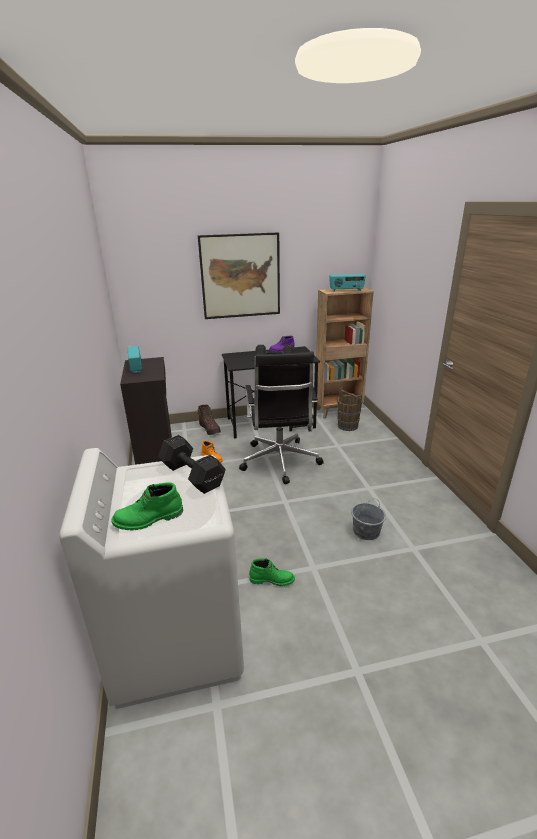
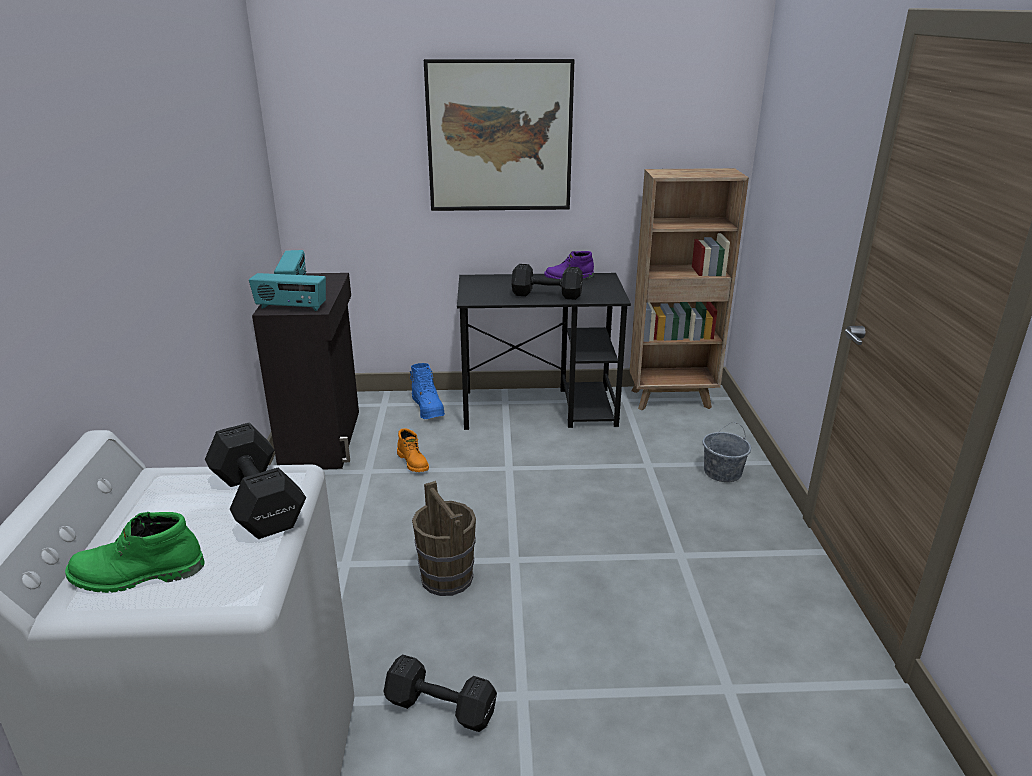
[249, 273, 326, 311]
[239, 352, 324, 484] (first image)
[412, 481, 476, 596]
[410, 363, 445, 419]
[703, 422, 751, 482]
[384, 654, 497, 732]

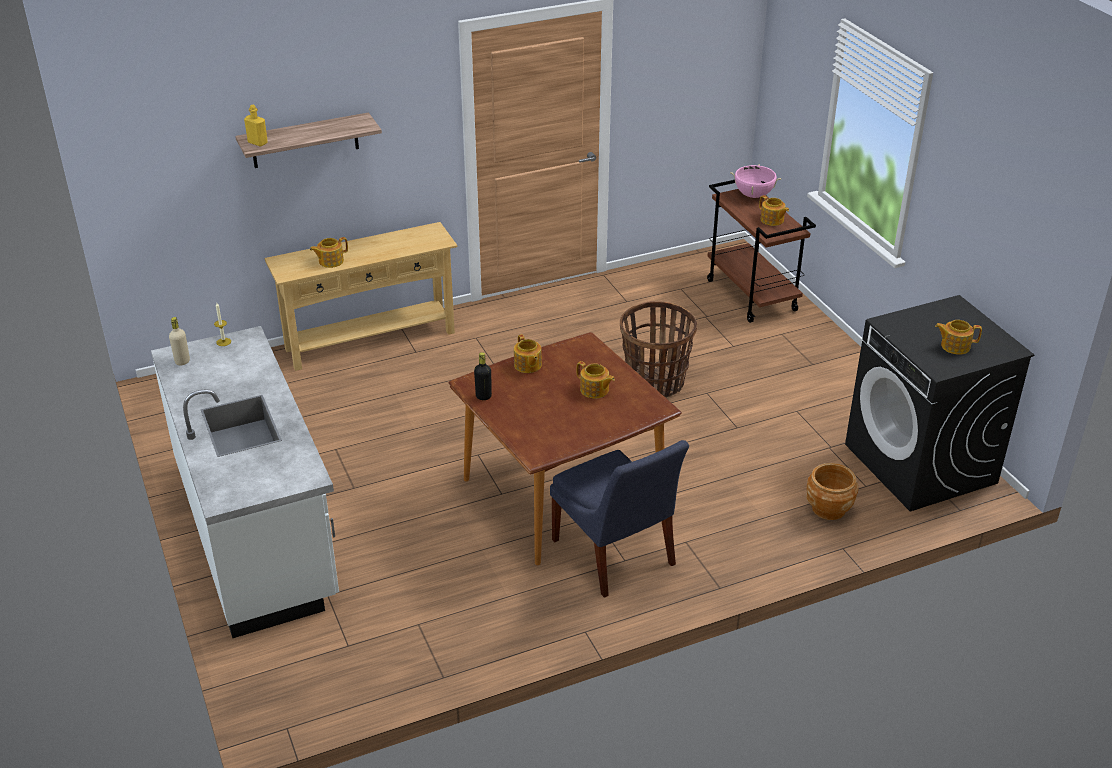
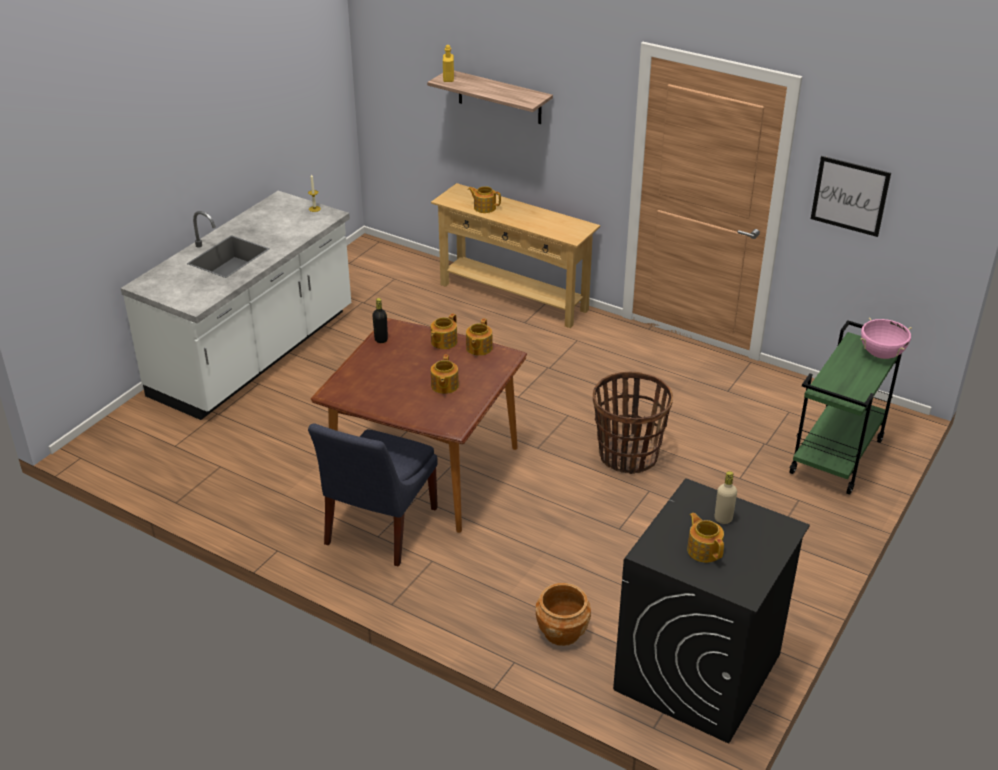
[789, 320, 902, 495]
[466, 318, 493, 356]
[714, 471, 737, 524]
[811, 156, 891, 237]

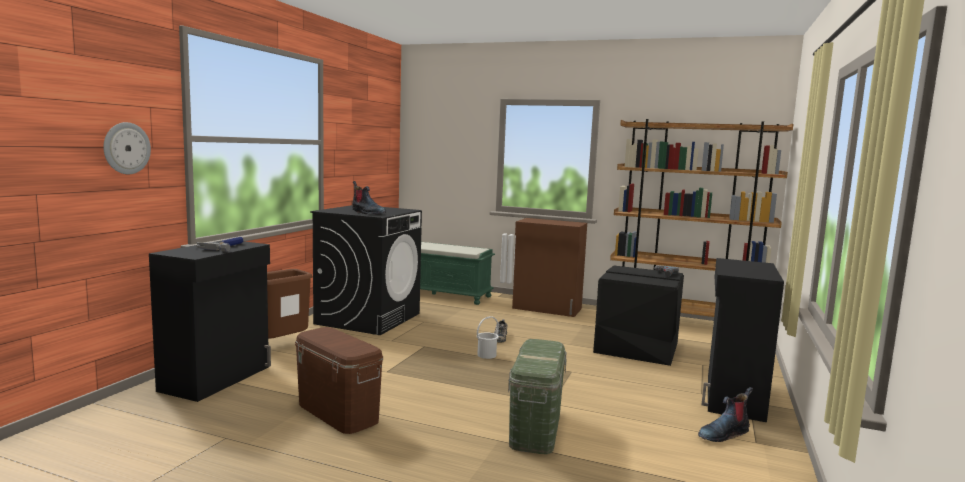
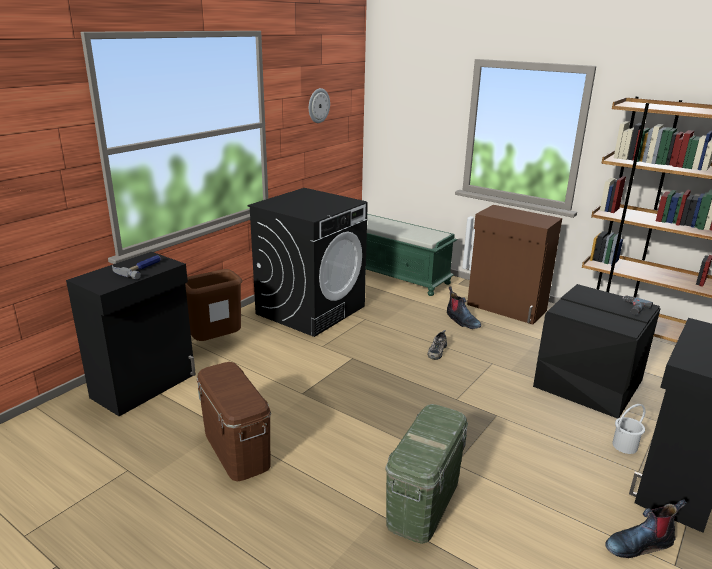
[309, 88, 330, 123]
[447, 286, 481, 329]
[612, 404, 645, 454]

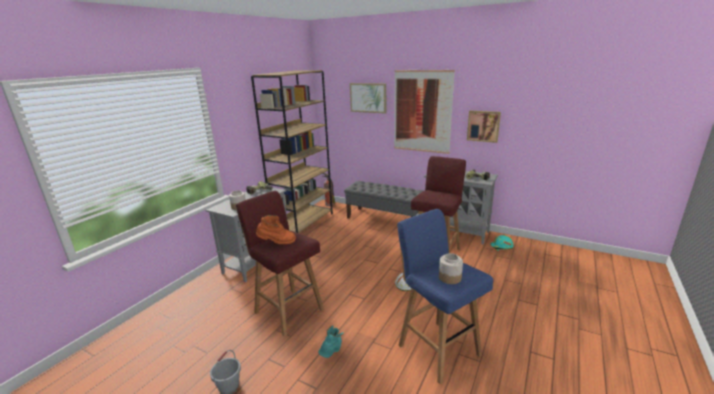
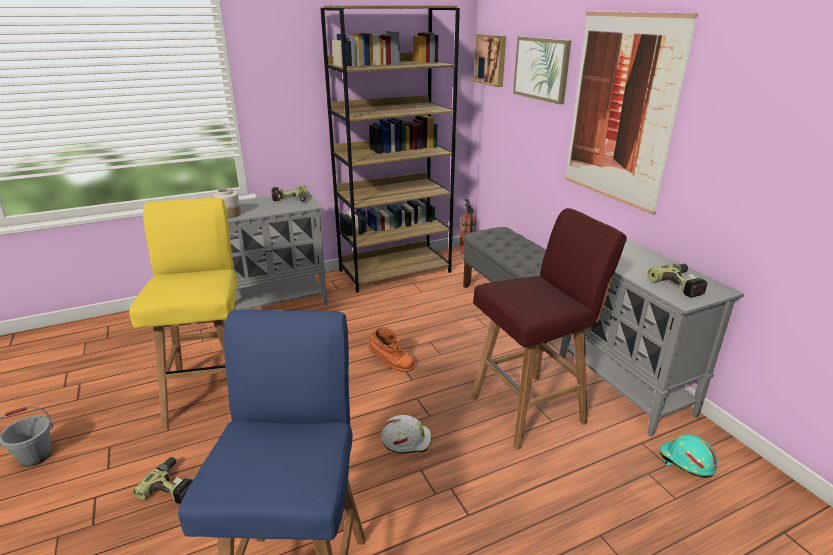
[474, 34, 506, 87]
[129, 198, 237, 426]
[368, 327, 416, 372]
[439, 253, 463, 284] (first image)
[133, 457, 193, 504]

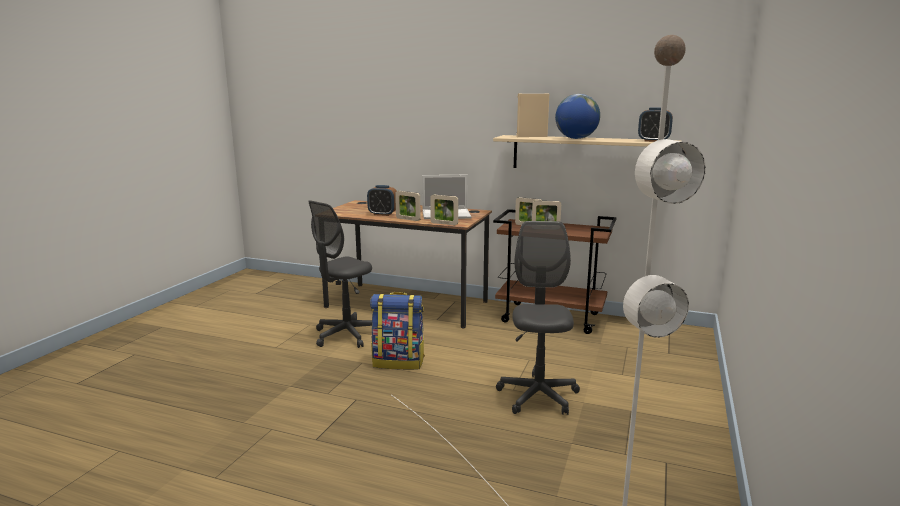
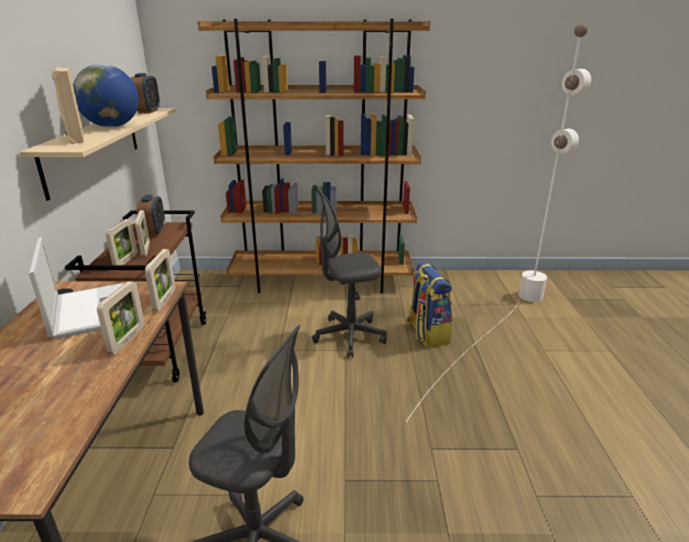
[136, 195, 165, 236]
[406, 262, 452, 347]
[198, 19, 430, 293]

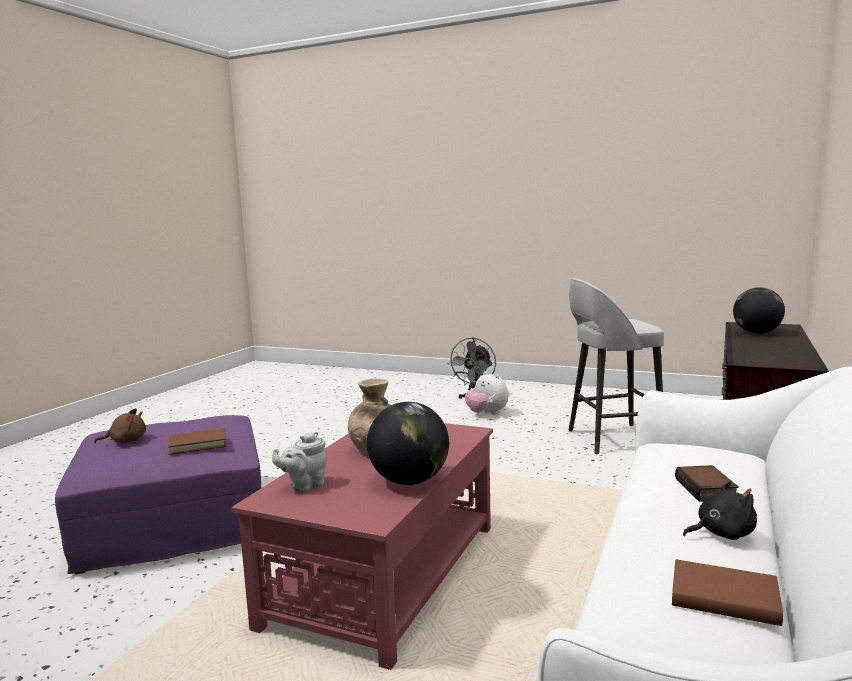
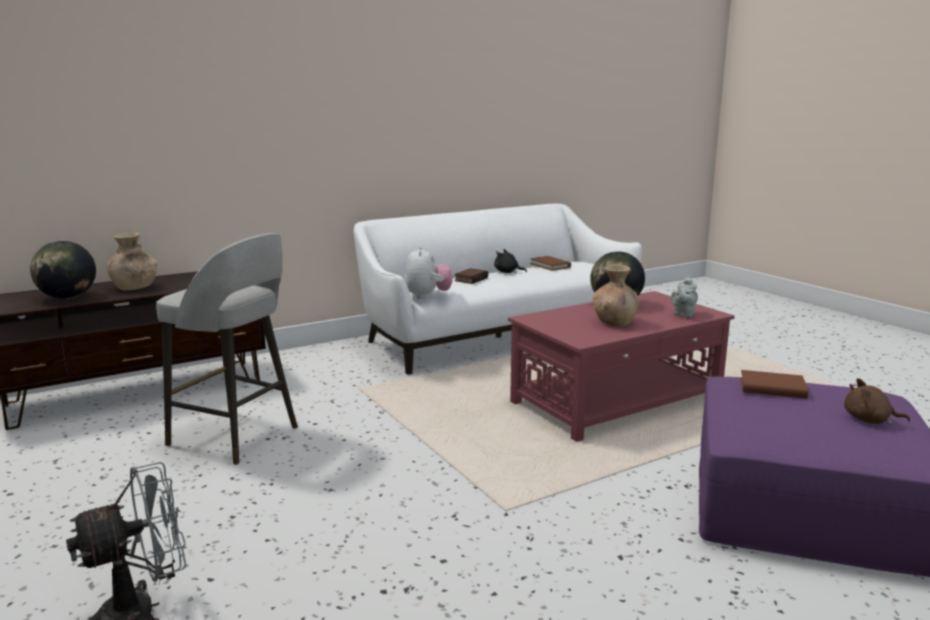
[404, 246, 453, 299]
[671, 277, 698, 318]
[107, 232, 158, 290]

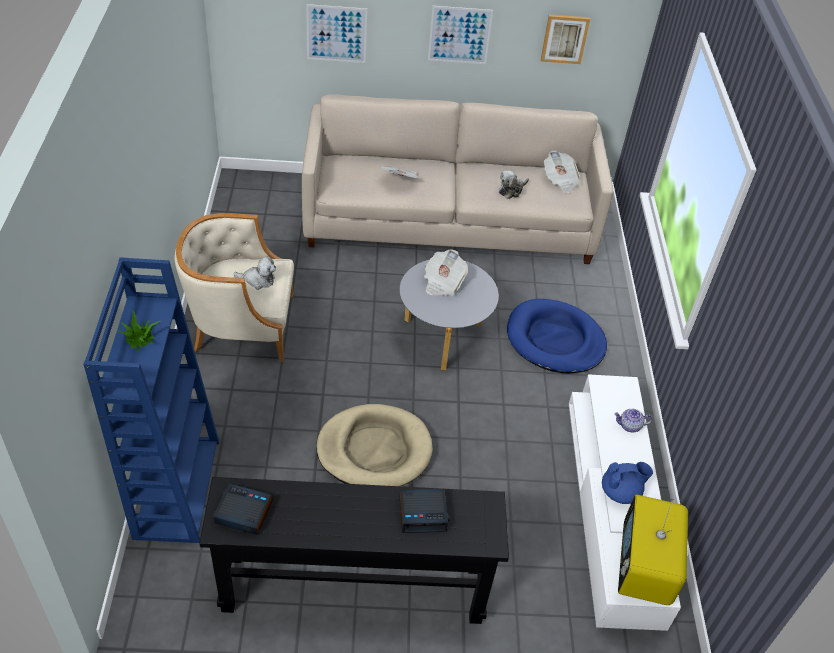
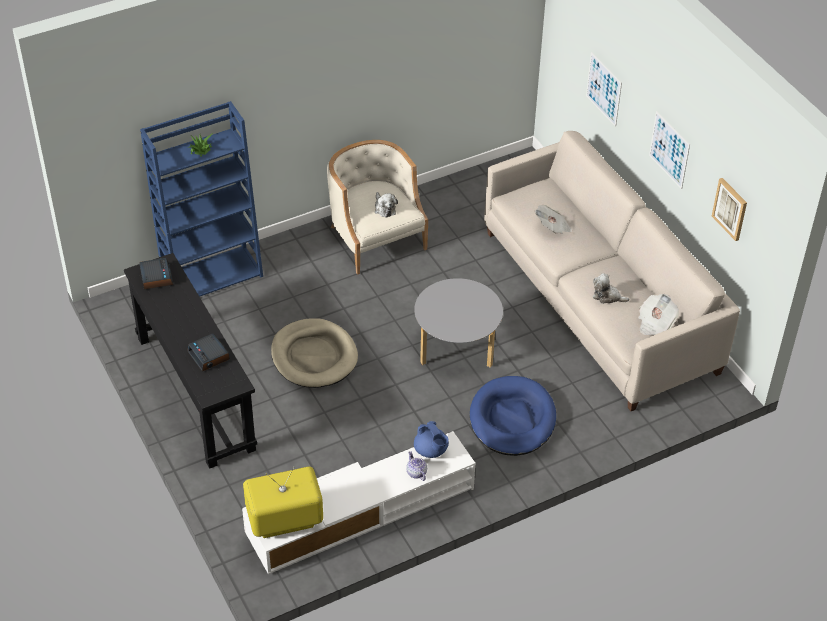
[424, 250, 468, 296] (first image)
[414, 421, 449, 458]

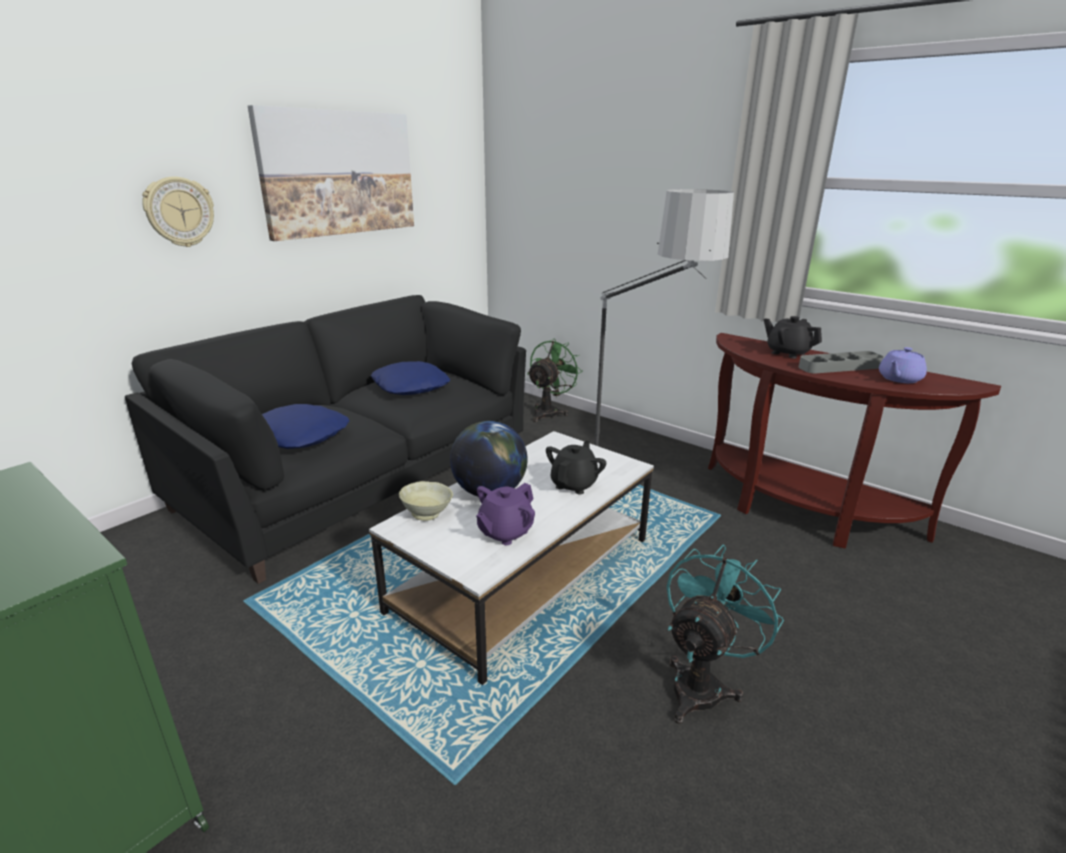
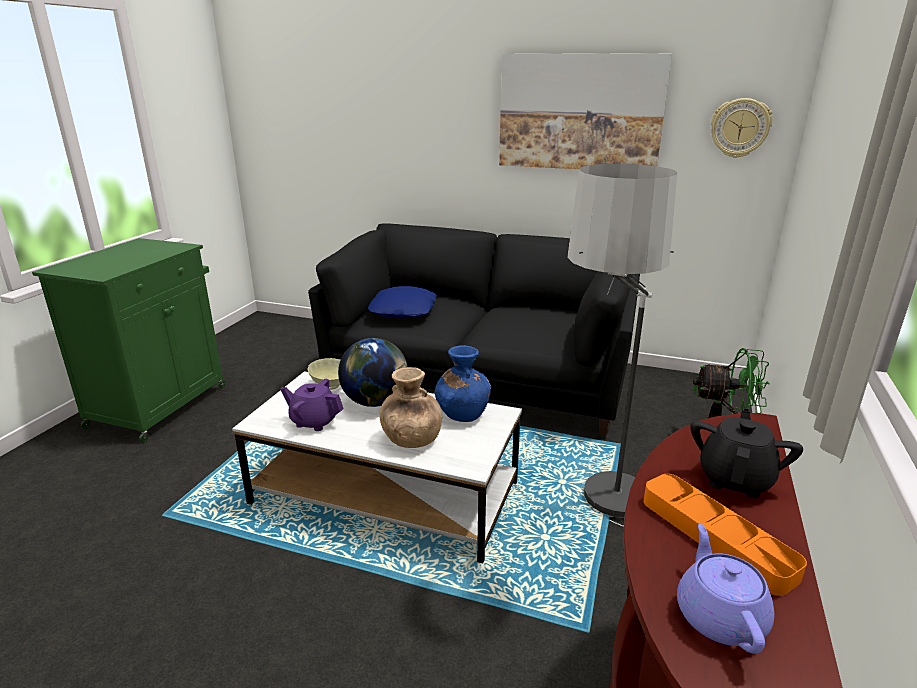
[711, 98, 773, 158]
[677, 524, 774, 654]
[644, 474, 807, 596]
[371, 361, 450, 395] (first image)
[379, 367, 442, 448]
[667, 545, 784, 724] (first image)
[435, 345, 491, 422]

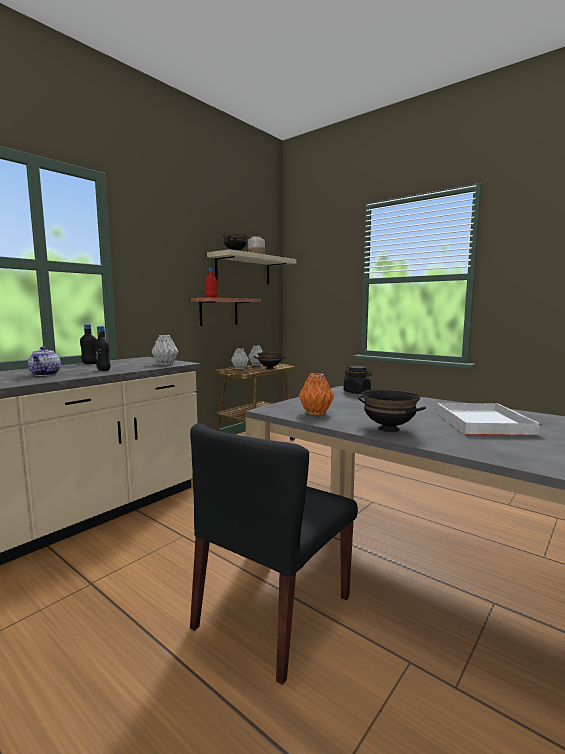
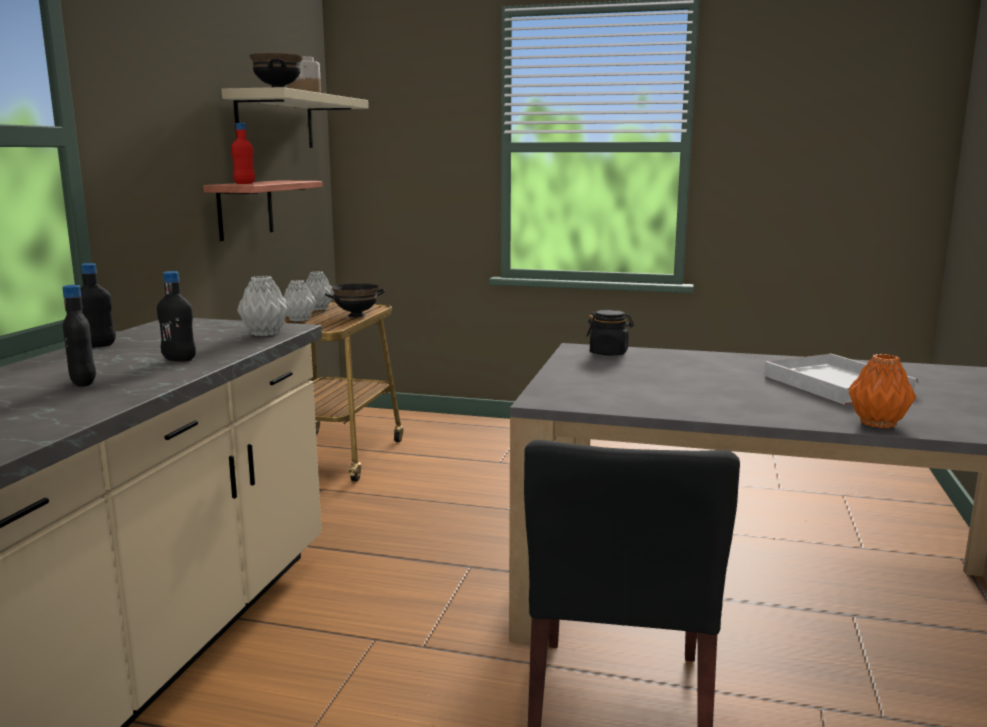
[62, 285, 96, 387]
[849, 354, 916, 428]
[358, 389, 426, 432] (first image)

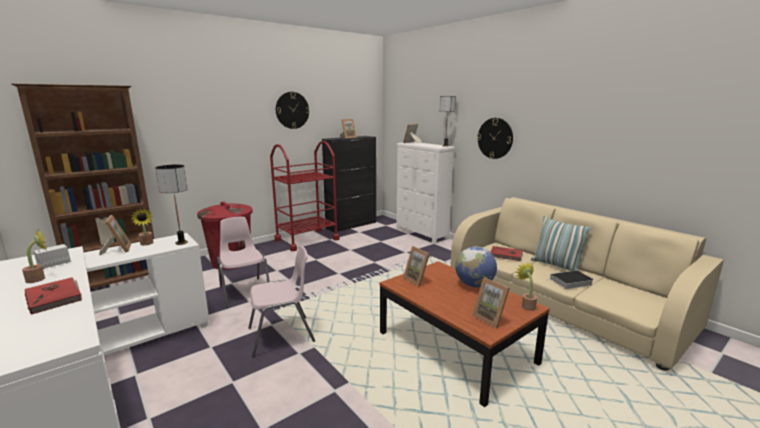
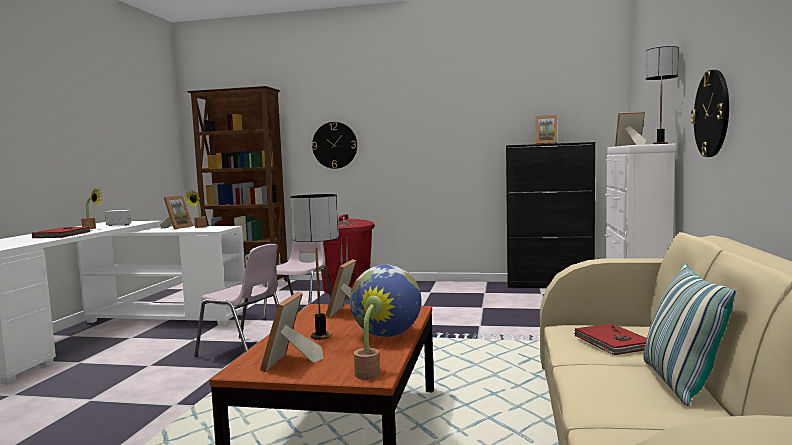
[312, 122, 357, 169]
[270, 141, 340, 251] (first image)
[290, 194, 339, 340]
[547, 270, 594, 289] (first image)

